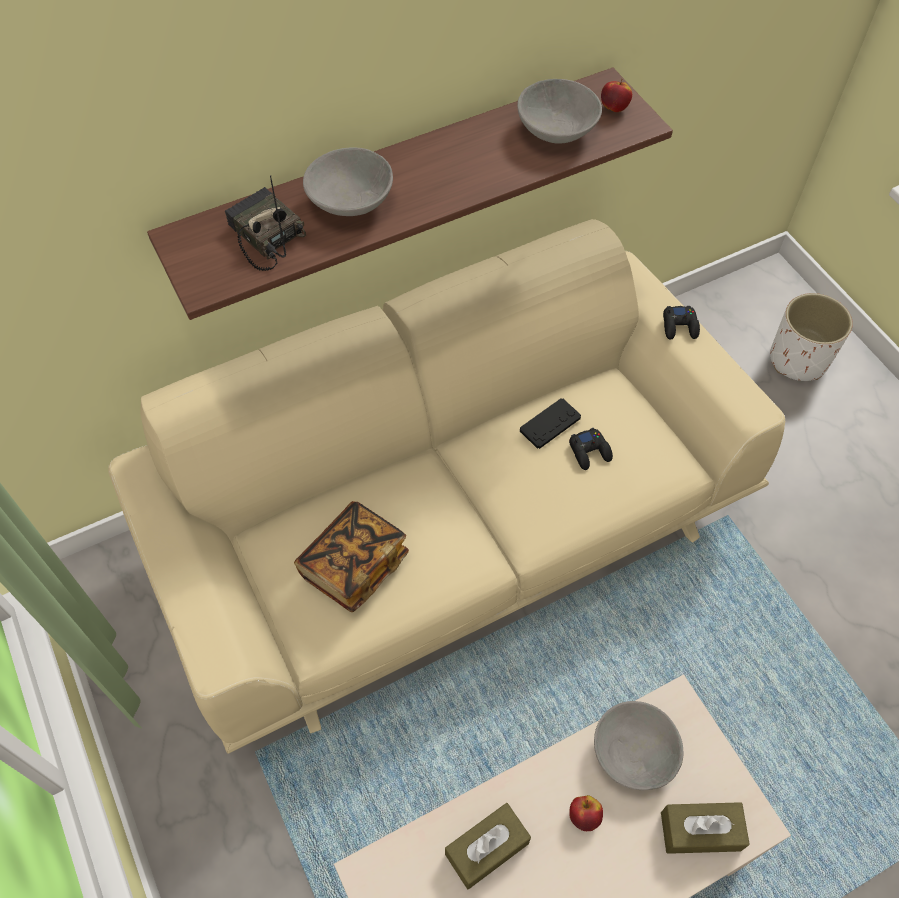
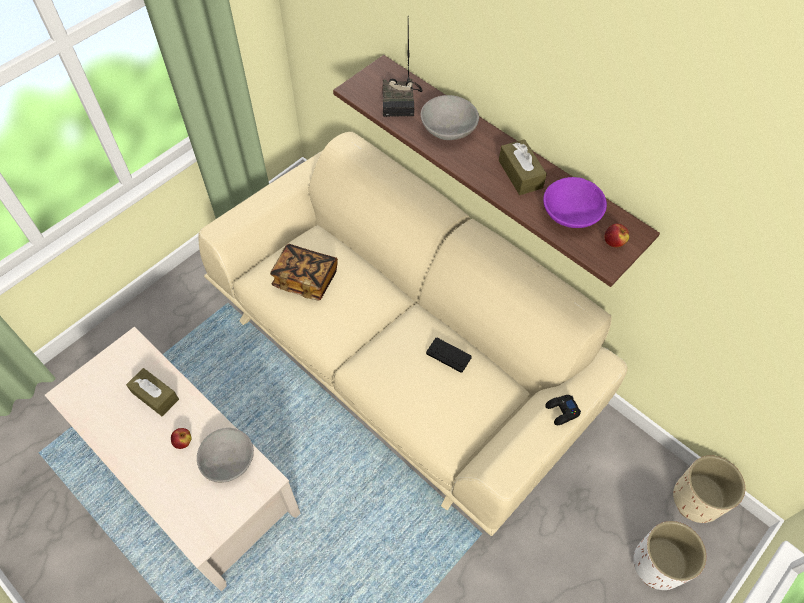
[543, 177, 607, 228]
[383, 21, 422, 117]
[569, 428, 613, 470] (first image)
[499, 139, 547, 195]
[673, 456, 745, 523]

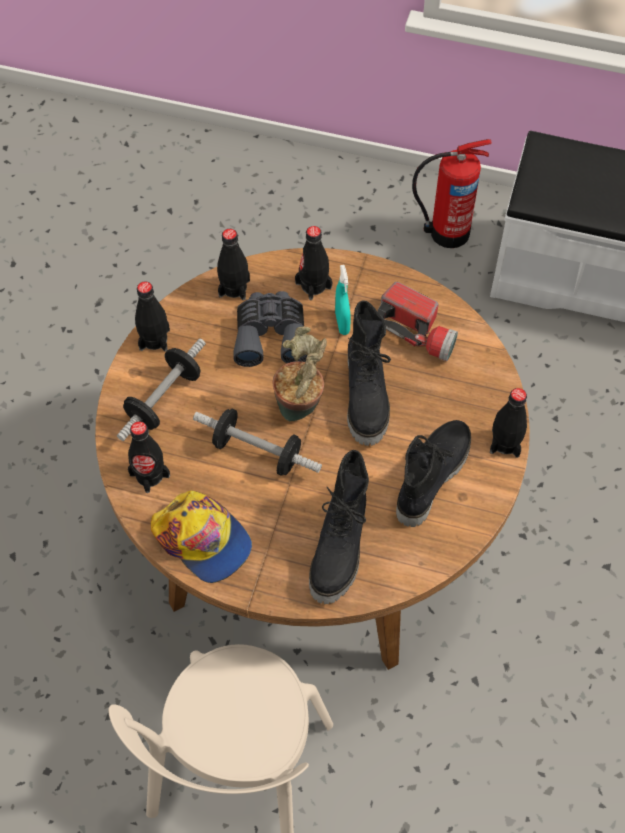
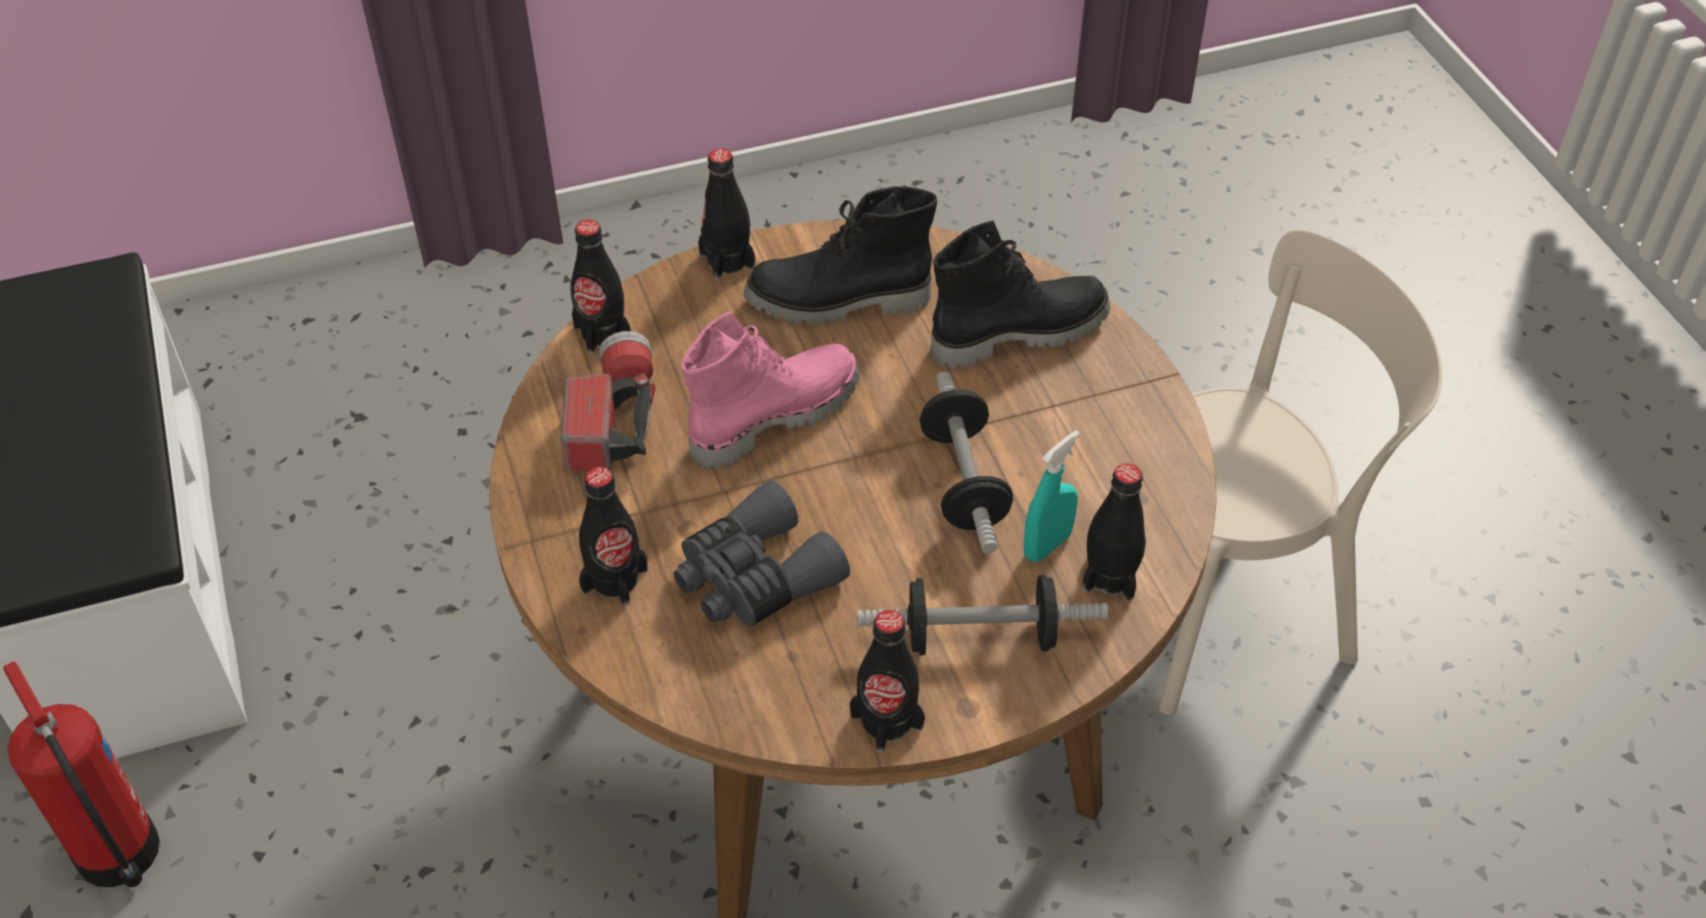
[571, 220, 631, 354]
[1024, 430, 1080, 562]
[681, 311, 860, 470]
[273, 326, 327, 421] (first image)
[151, 490, 252, 583] (first image)

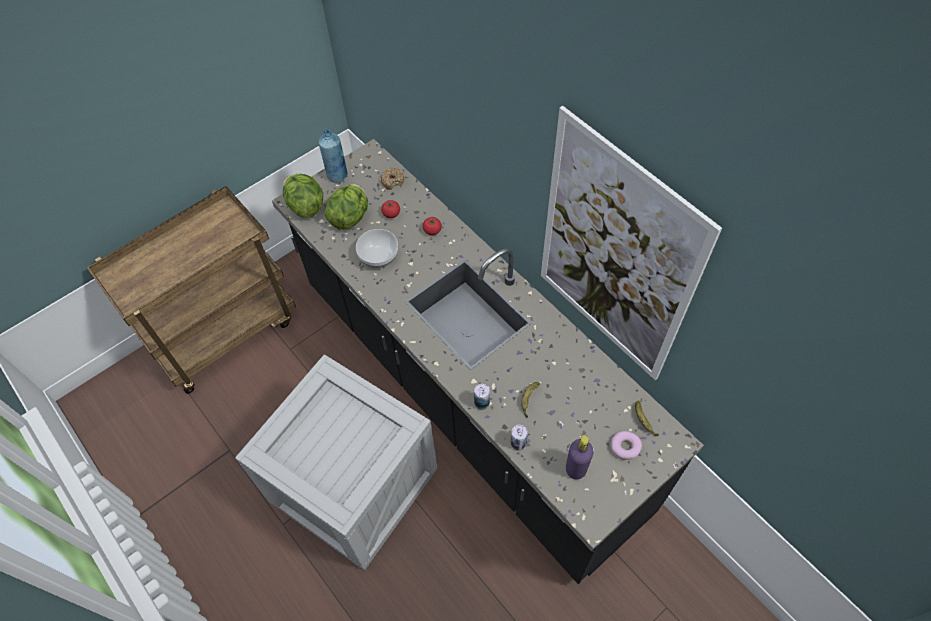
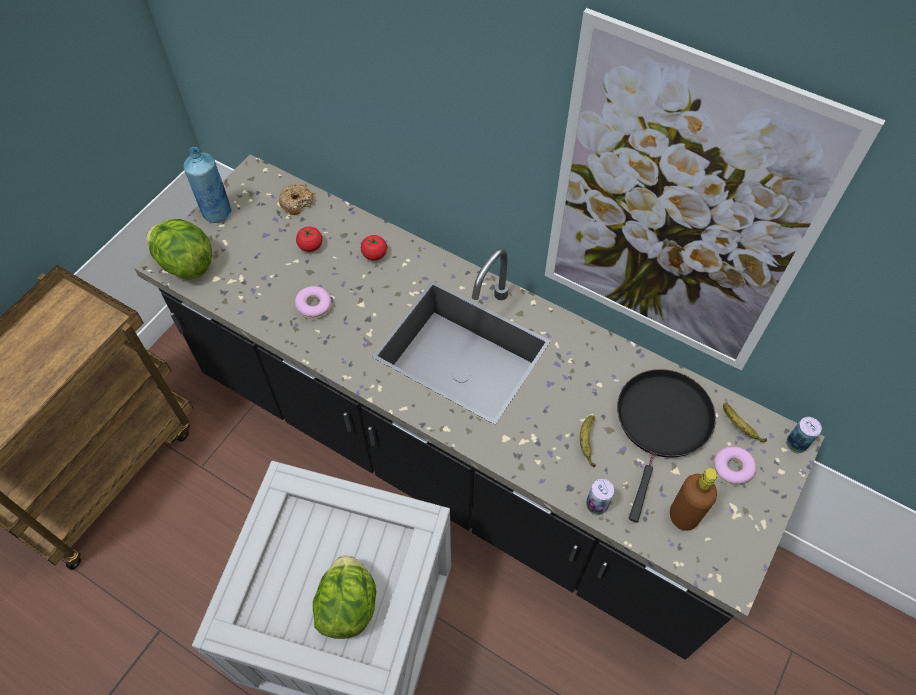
[313, 555, 376, 639]
[295, 286, 331, 319]
[786, 417, 822, 454]
[670, 468, 717, 531]
[617, 369, 716, 522]

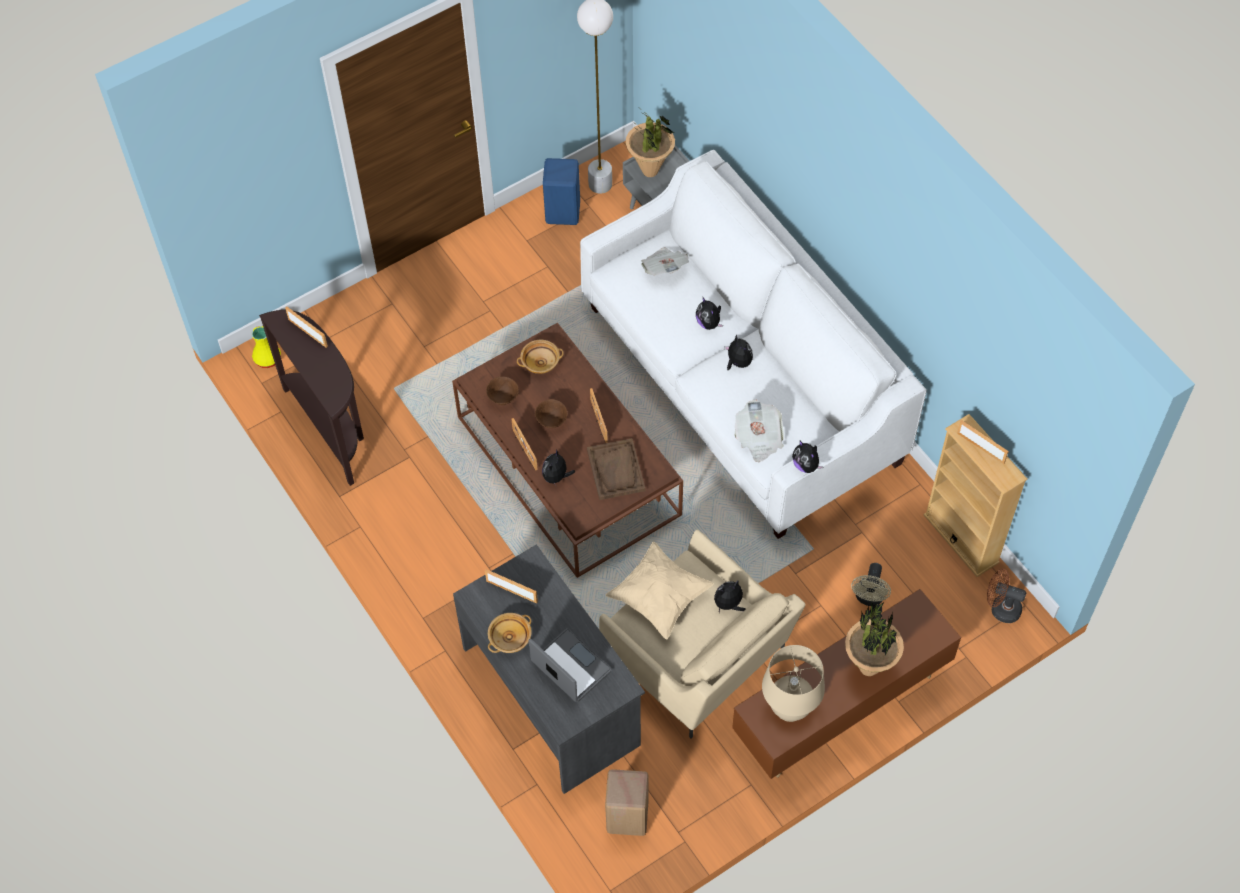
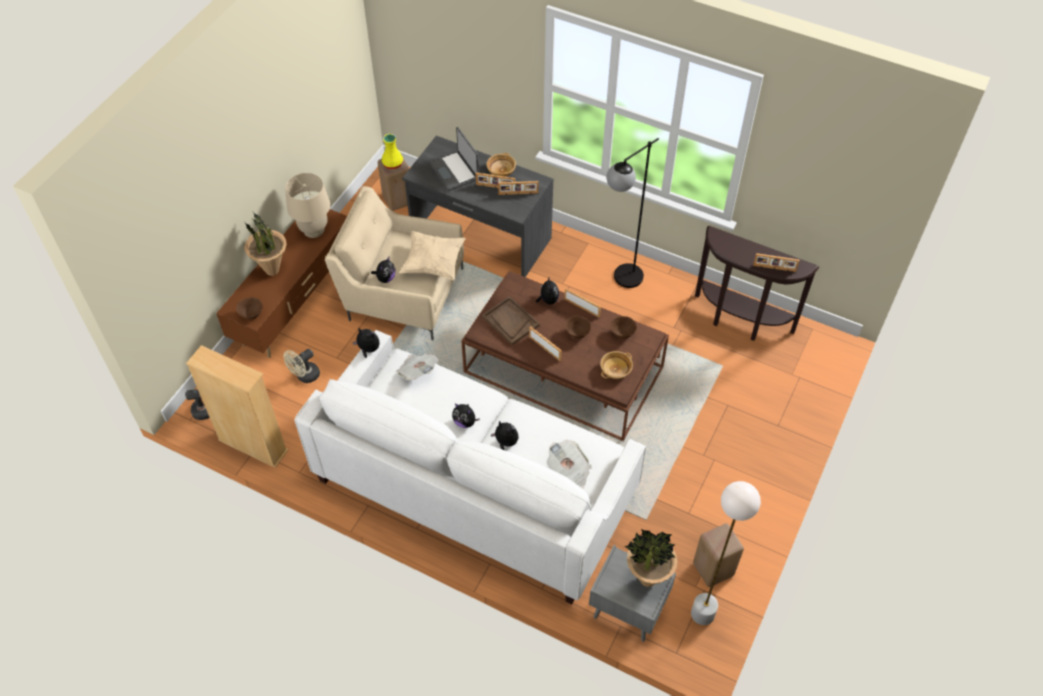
[693, 523, 744, 587]
[382, 134, 403, 169]
[476, 173, 515, 188]
[284, 349, 320, 383]
[429, 127, 479, 191]
[607, 138, 659, 288]
[236, 297, 263, 320]

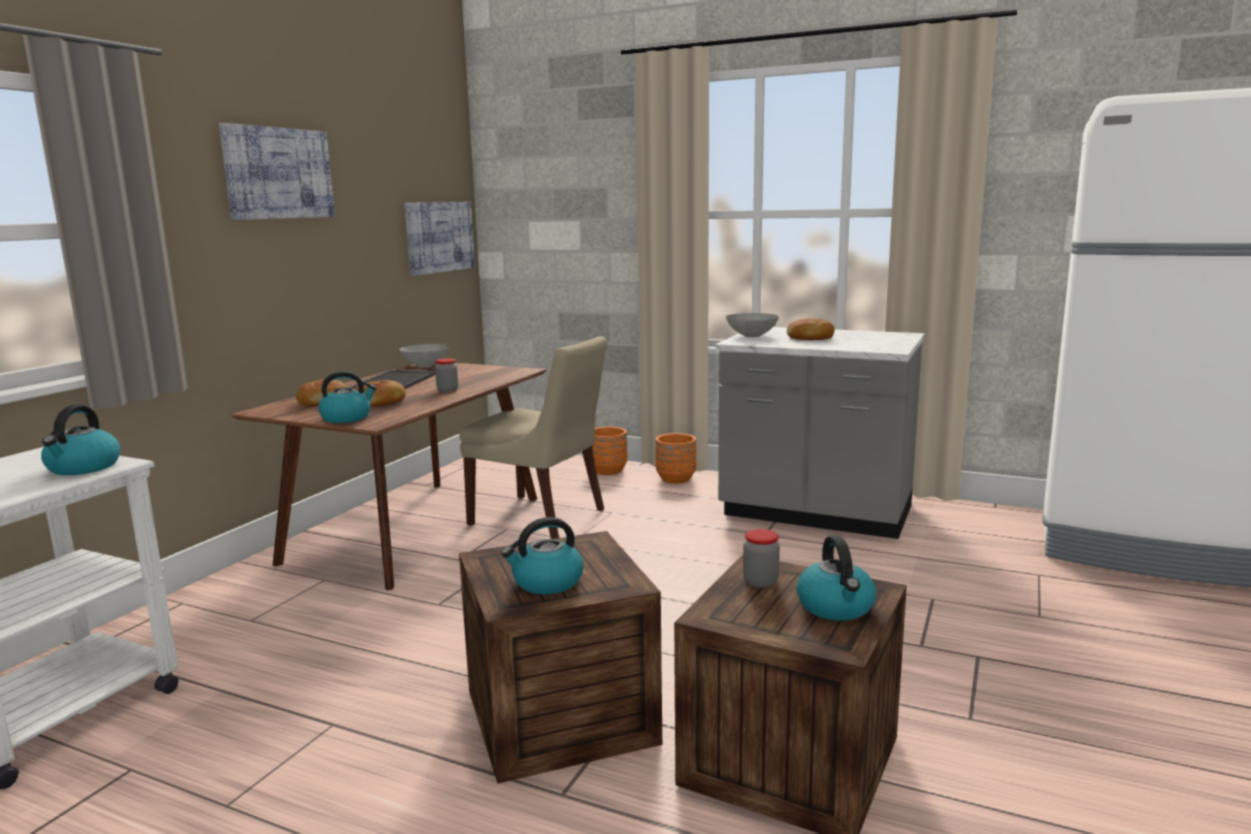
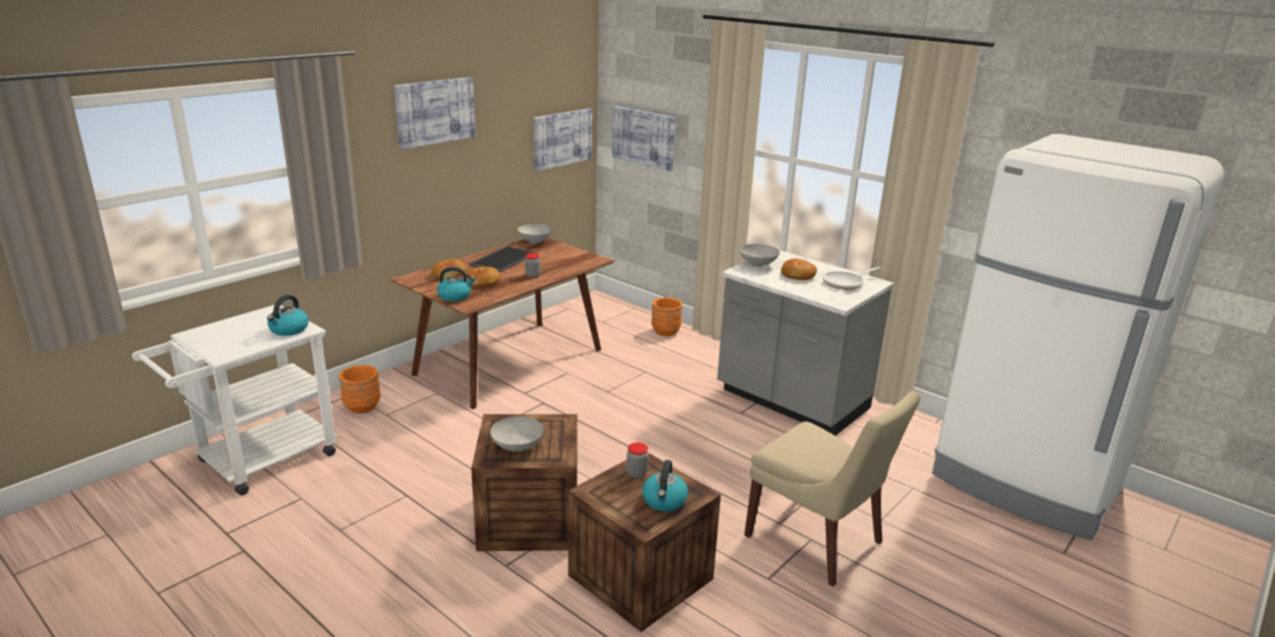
[744, 391, 920, 587]
[339, 365, 380, 414]
[490, 416, 544, 452]
[612, 106, 675, 171]
[823, 267, 880, 290]

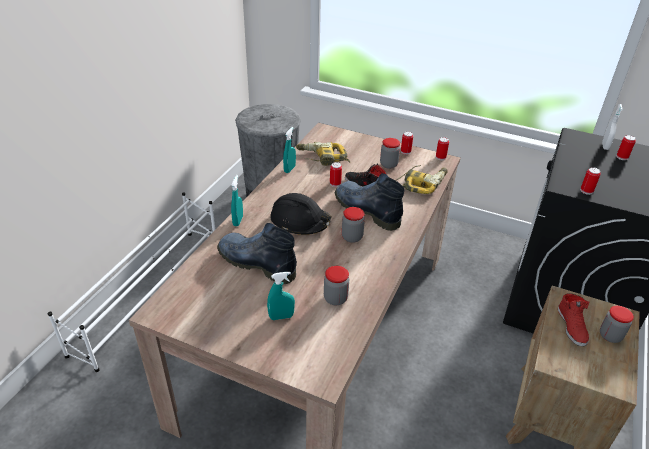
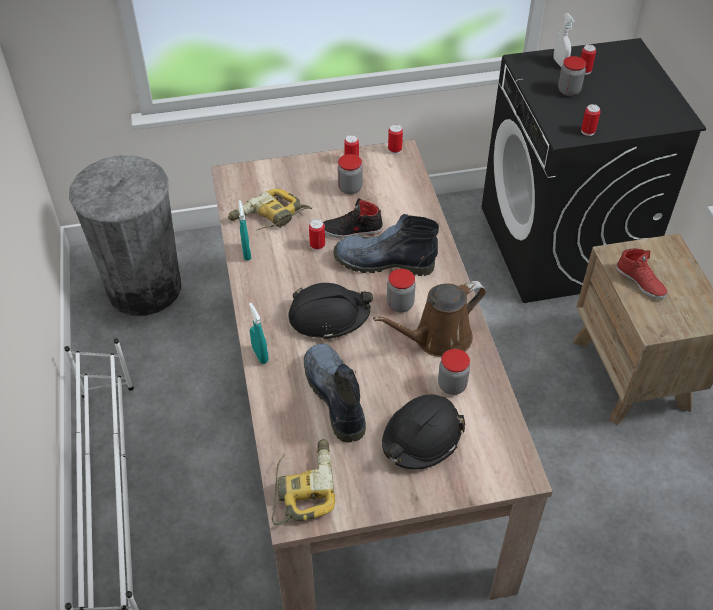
[272, 439, 335, 525]
[304, 344, 366, 443]
[382, 394, 465, 470]
[558, 56, 586, 96]
[373, 281, 486, 357]

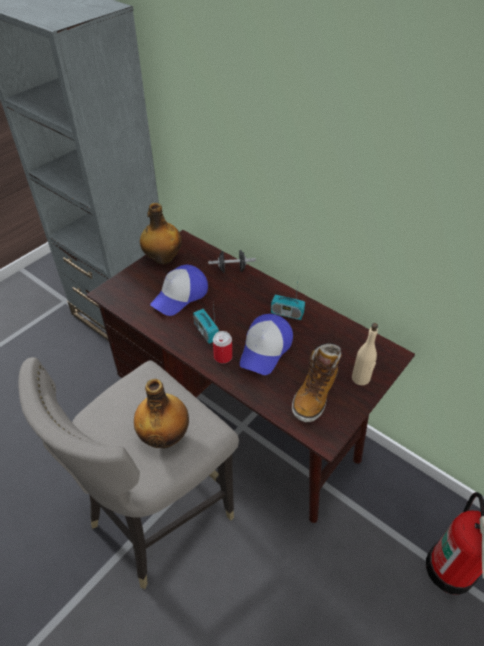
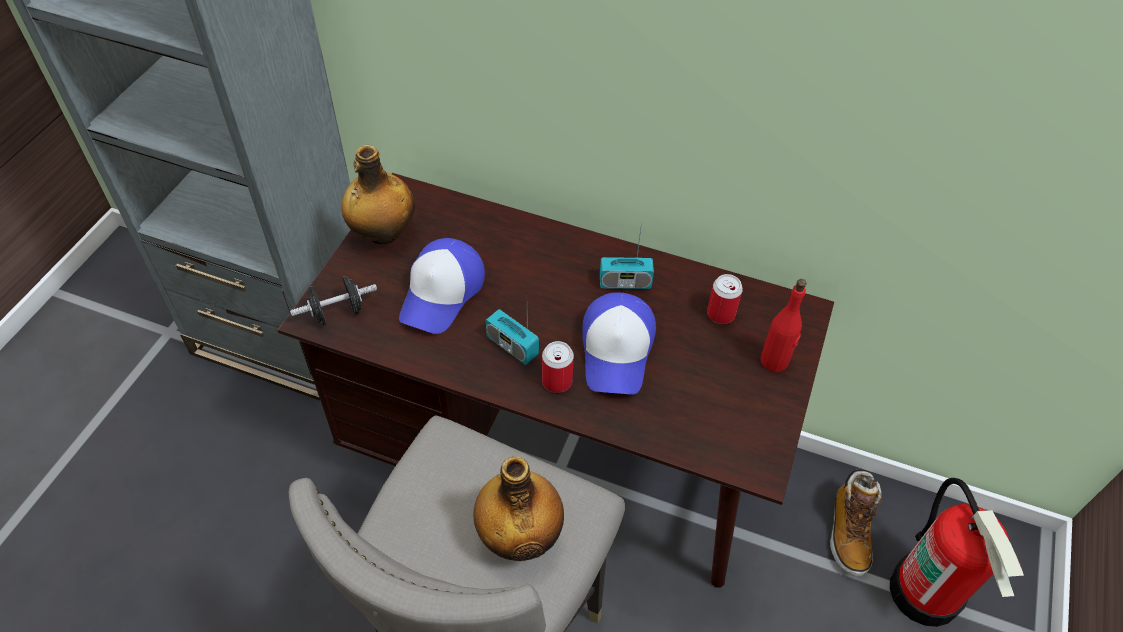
[290, 276, 377, 325]
[760, 279, 806, 372]
[830, 469, 882, 576]
[707, 274, 743, 324]

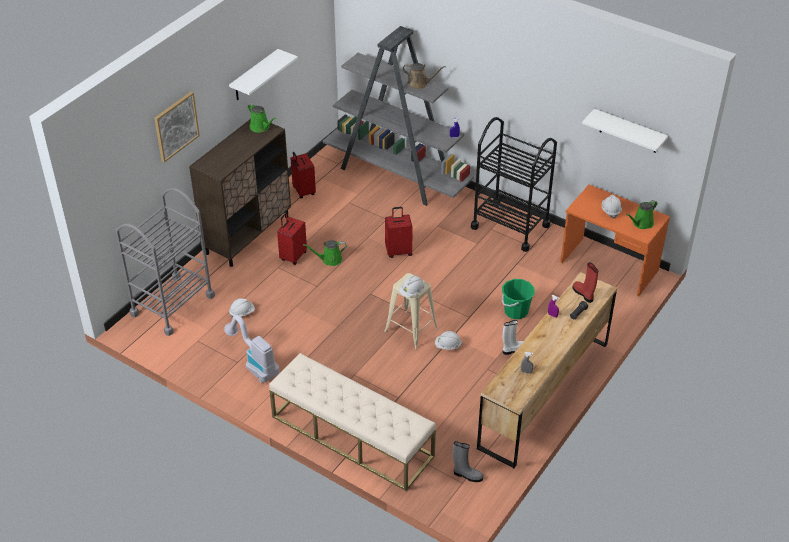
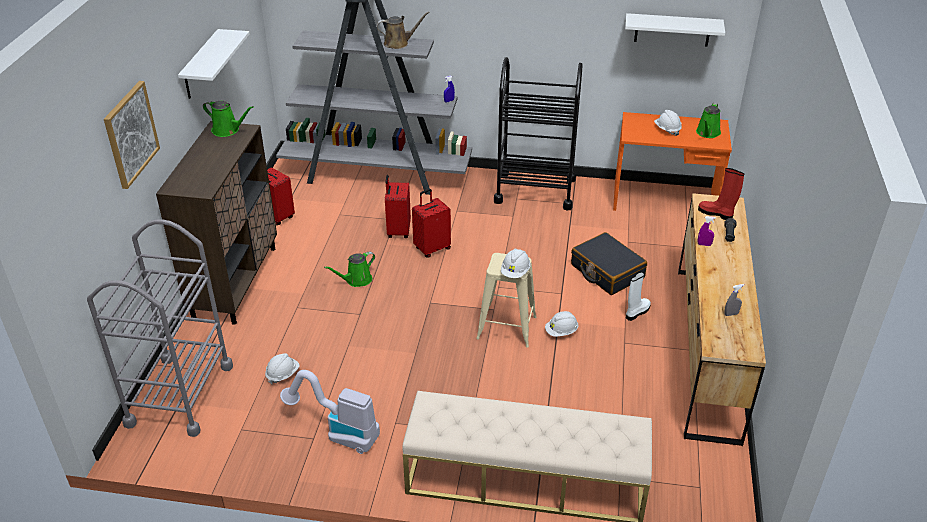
[385, 175, 411, 238]
[571, 232, 647, 295]
[453, 441, 483, 482] (first image)

